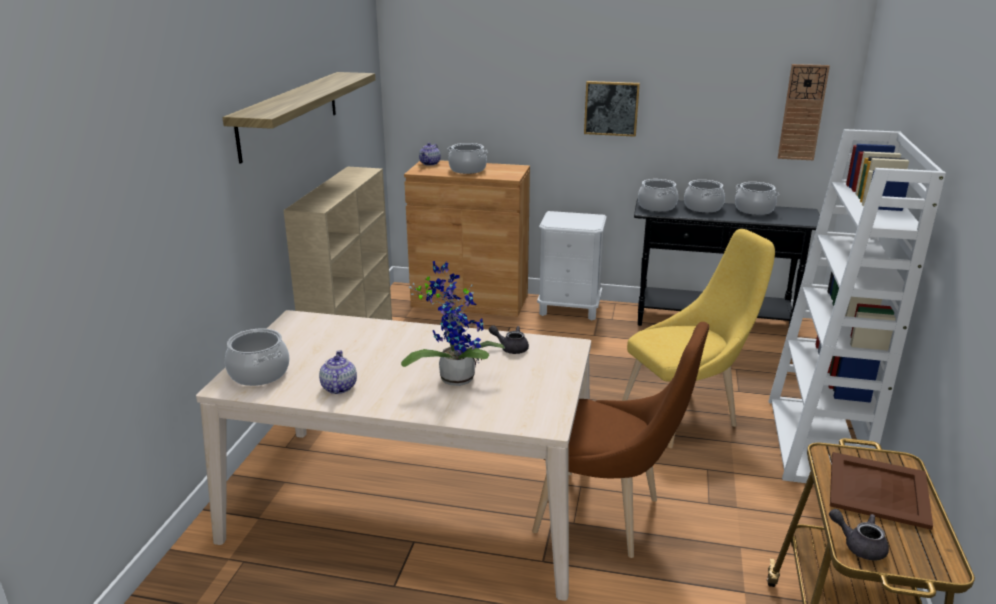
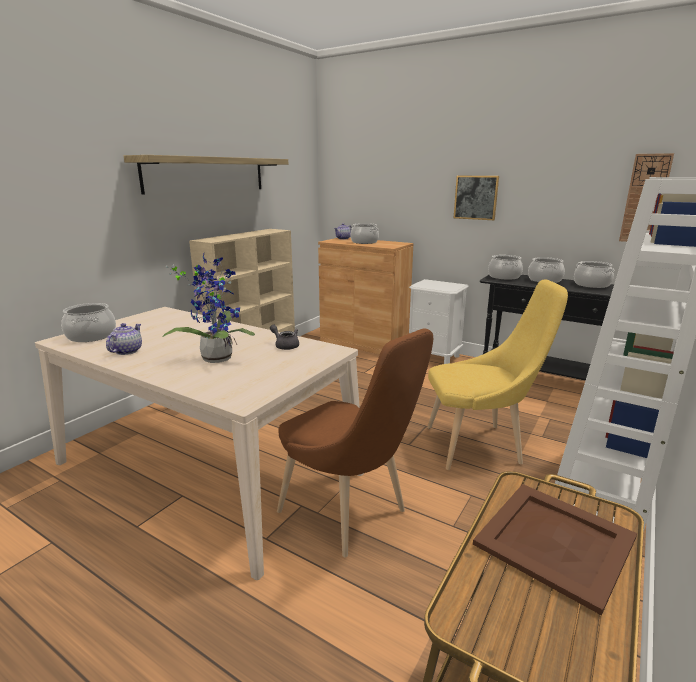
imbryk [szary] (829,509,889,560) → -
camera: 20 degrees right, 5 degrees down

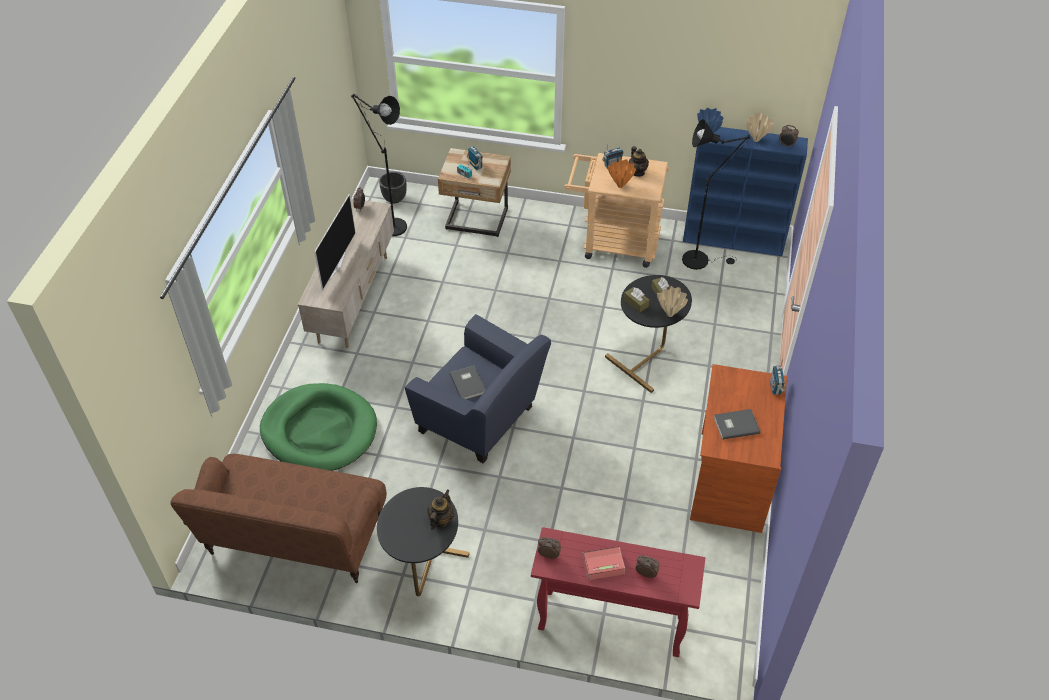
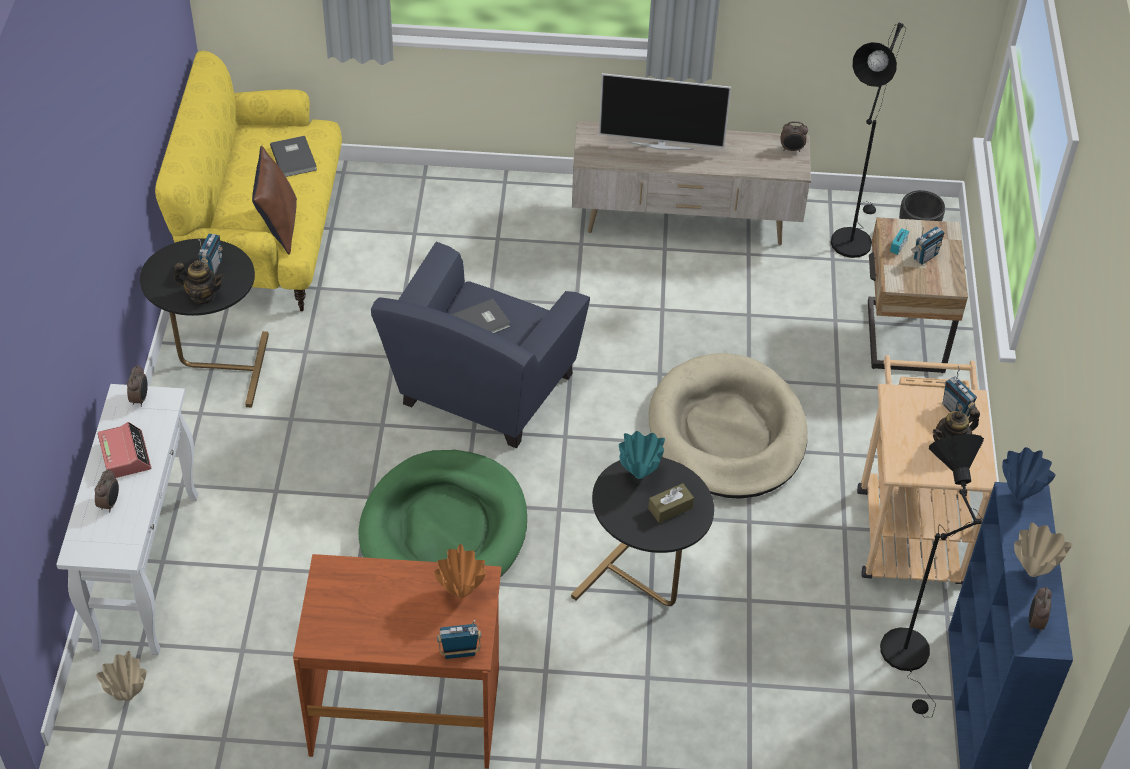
- → radio (199,233,222,273)
- → poduszka [brązowy] (252,146,297,255)
- → legowisko [beżowy] (649,353,808,499)
legowisko [zielony] (260,383,377,471) → legowisko [zielony] (358,450,527,576), moved
wazon [pomarańczowy] (608,159,636,188) → wazon [pomarańczowy] (434,544,486,599), moved
wazon [beżowy] (657,286,688,317) → wazon [beżowy] (96,651,146,701), moved
książka [szary] (714,409,761,440) → książka [szary] (270,136,317,177), moved
pudełko chusteczek [brązowy] (624,287,649,312) → wazon [turkusowy] (619,431,665,479)
kanapa [brązowy] (170,454,387,583) → kanapa [żółty] (155,51,342,311)
stolik konsolowy [czerwony] (531,527,706,657) → stolik konsolowy [biały] (56,384,198,655)
camera: 80 degrees right, 0 degrees up

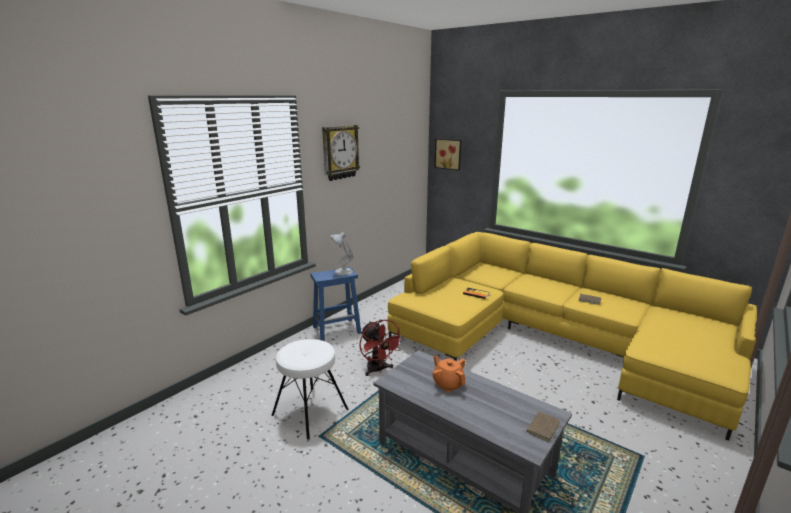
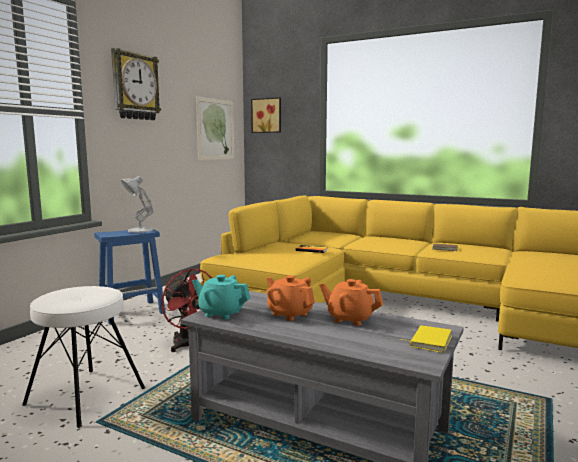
- → imbryk [turkusowy] (192,275,250,319)
- → obraz (196,96,234,160)
- → imbryk [pomarańczowy] (319,279,383,326)
książka [brązowy] (520,412,560,442) → książka [żółty] (401,325,452,353)
camera: 10 degrees left, 10 degrees down

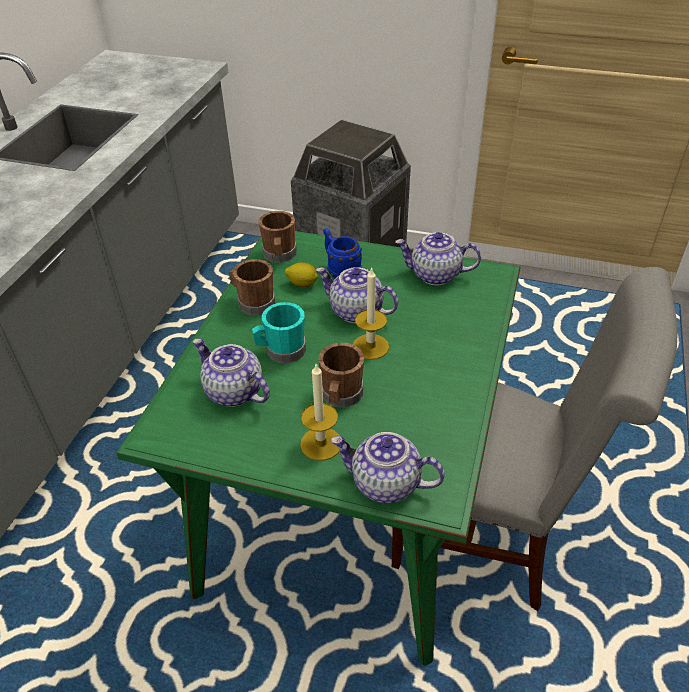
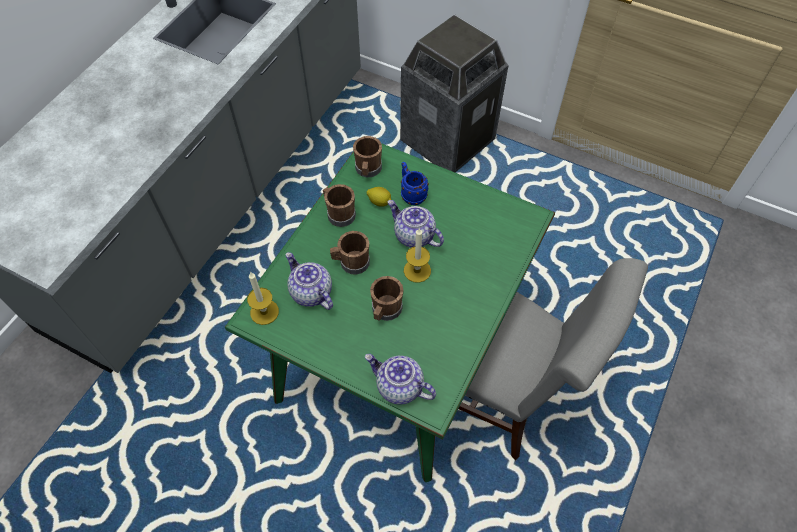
imbryk (395,232,481,286) → -
świeca (300,364,340,461) → świeca (247,272,279,325), moved
kubek [turkusowy] (252,302,306,363) → kubek [brązowy] (330,231,370,275)
camera: 10 degrees right, 15 degrees up

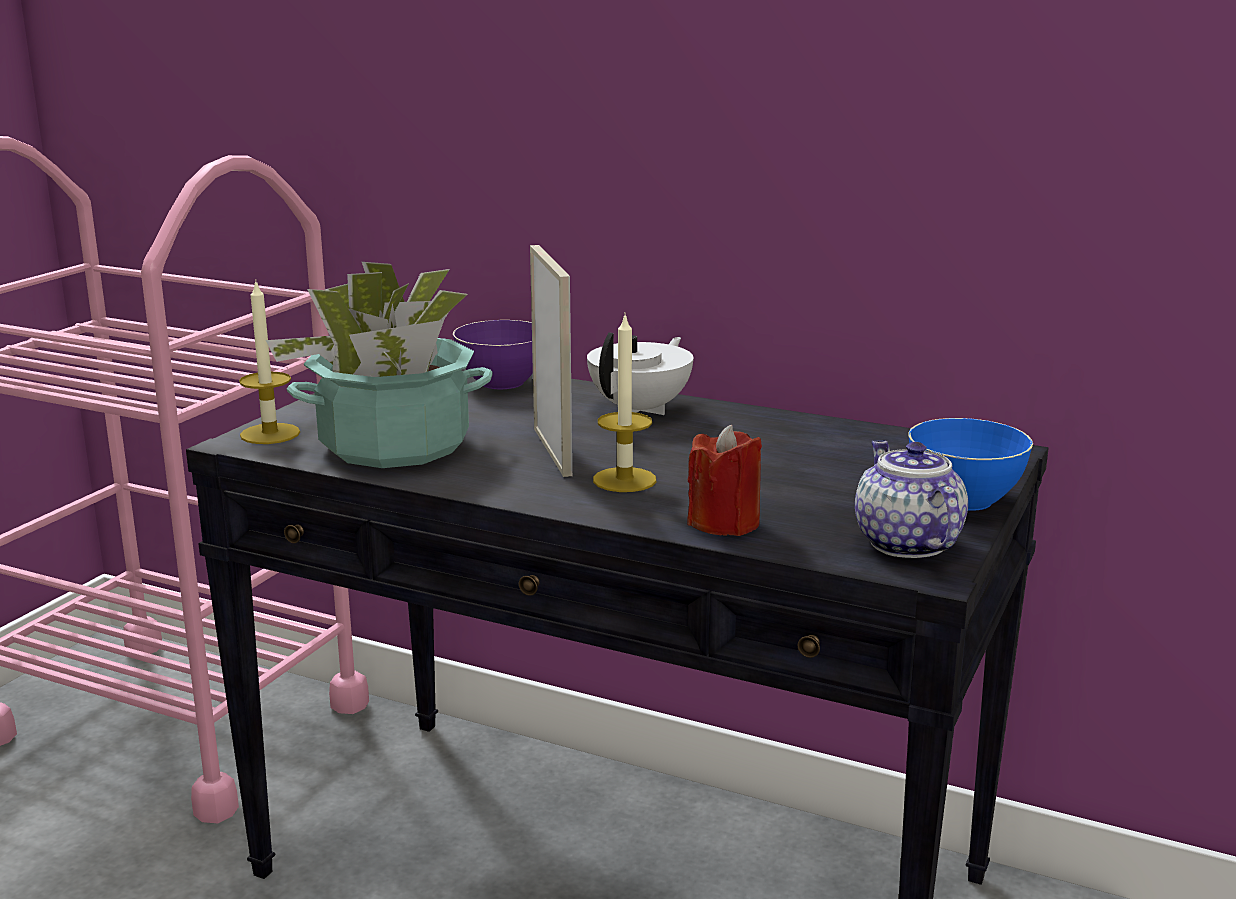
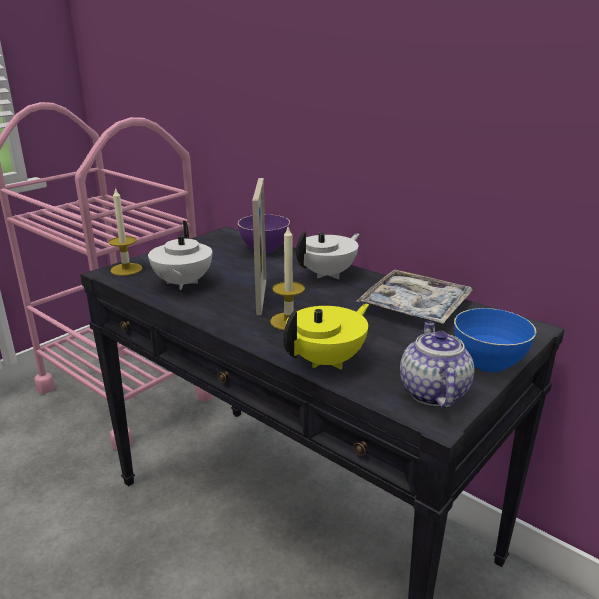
- → taca (356,269,472,324)
roślina doniczkowa (266,262,493,468) → imbryk [biały] (148,221,212,290)
świeca [czerwony] (687,425,762,536) → imbryk [żółty] (283,304,369,369)
camera: 15 degrees right, 5 degrees up

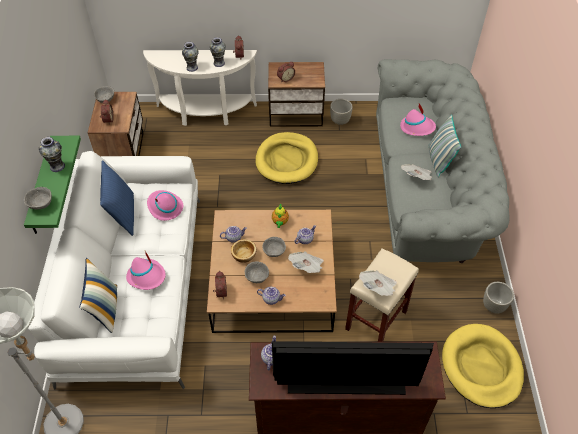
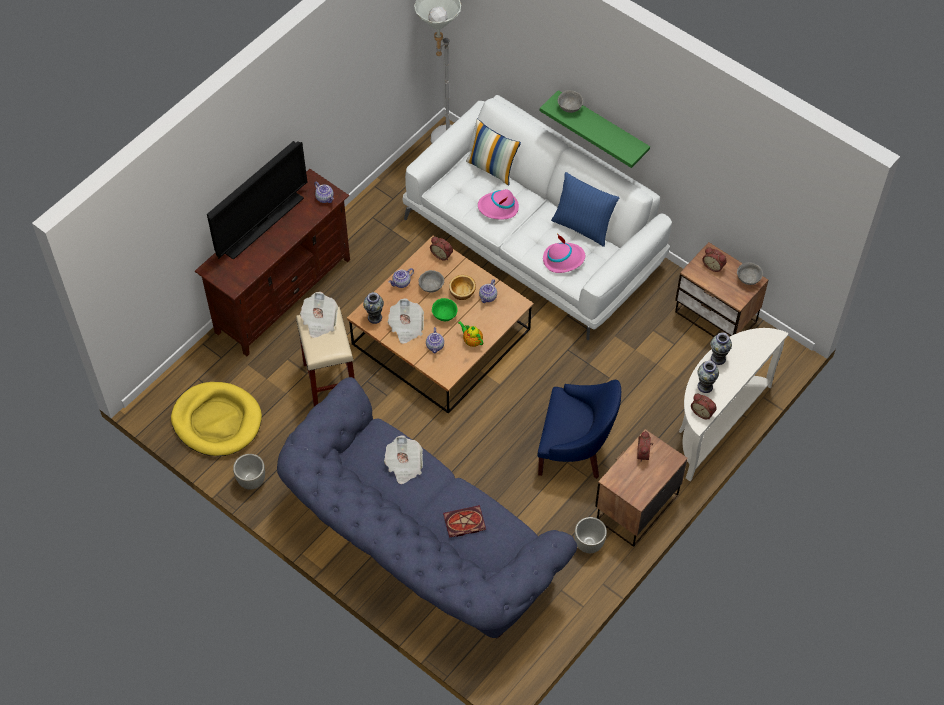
poduszka (429,114,461,177) → -
wazon (39,137,65,172) → wazon (363,292,384,324), moved
legowisko [żółty] (256,132,318,184) → fotel [niebieski] (537,380,621,479)
kapelusz [różowy] (400,104,436,136) → książka (443,505,486,538)
miska [szary] (262,237,286,257) → miska [zielony] (432,298,458,321)
kanapa [szary] (376,59,509,263) → kanapa [niebieski] (277,377,577,638)
camera: 130 degrees right, 5 degrees up

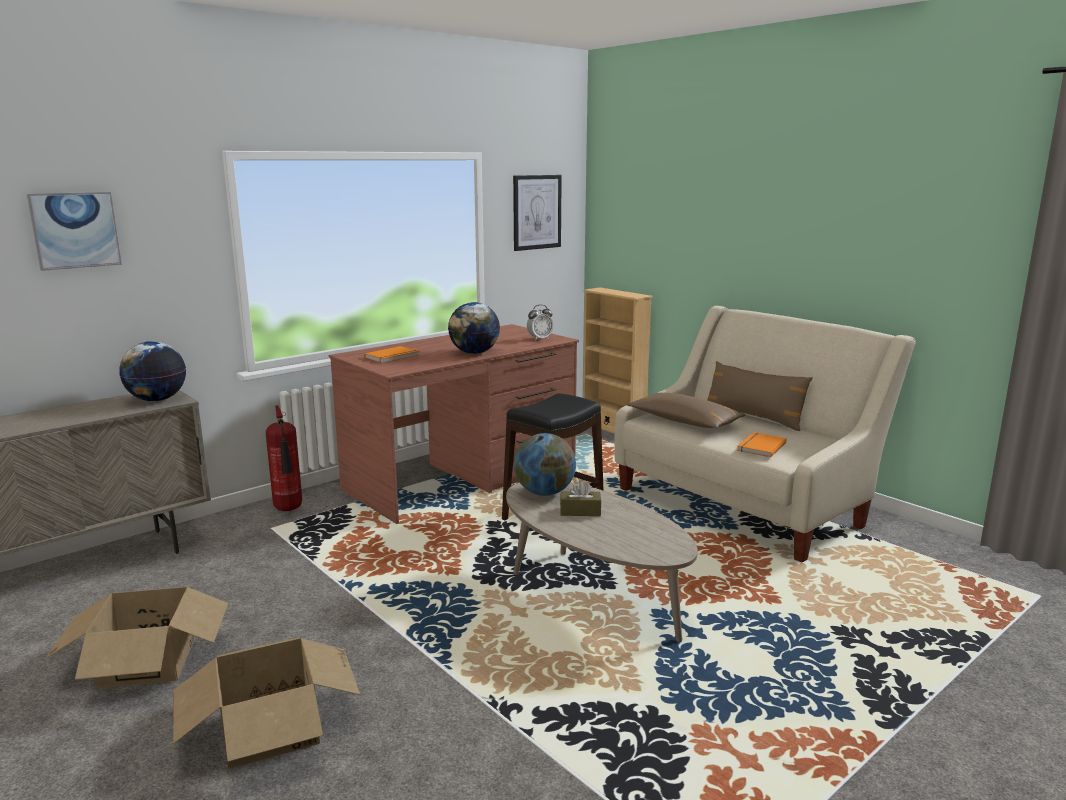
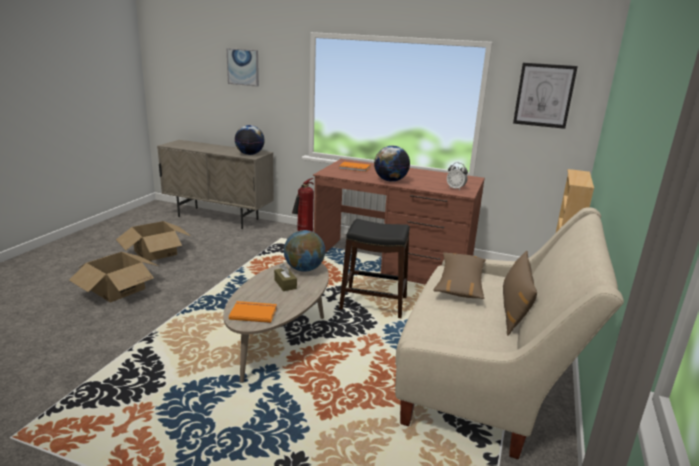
książka [pomarańczowy] (737,432,787,457) → książka [pomarańczowy] (229,301,277,323), moved
camera: 60 degrees right, 5 degrees up

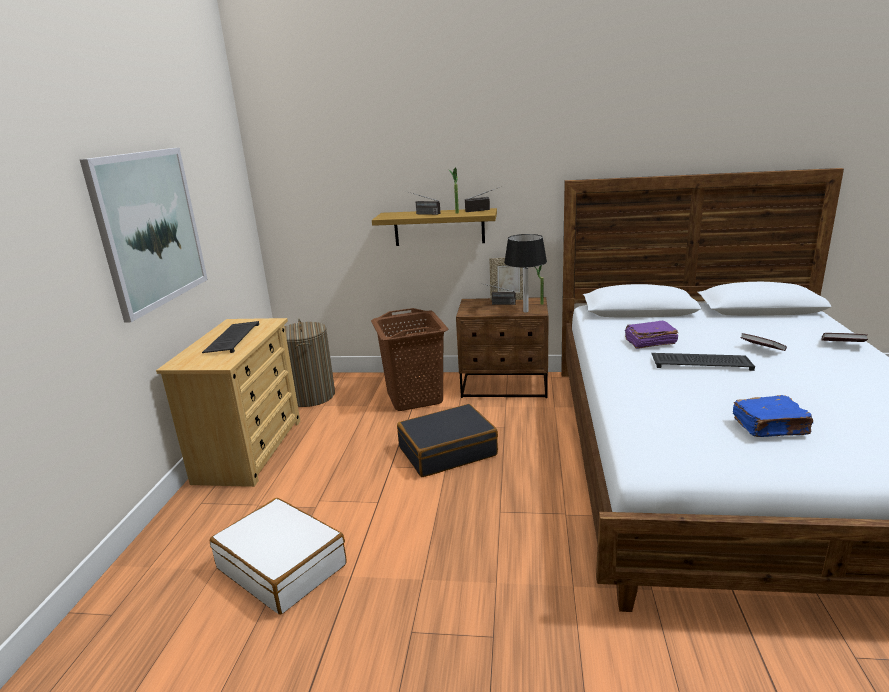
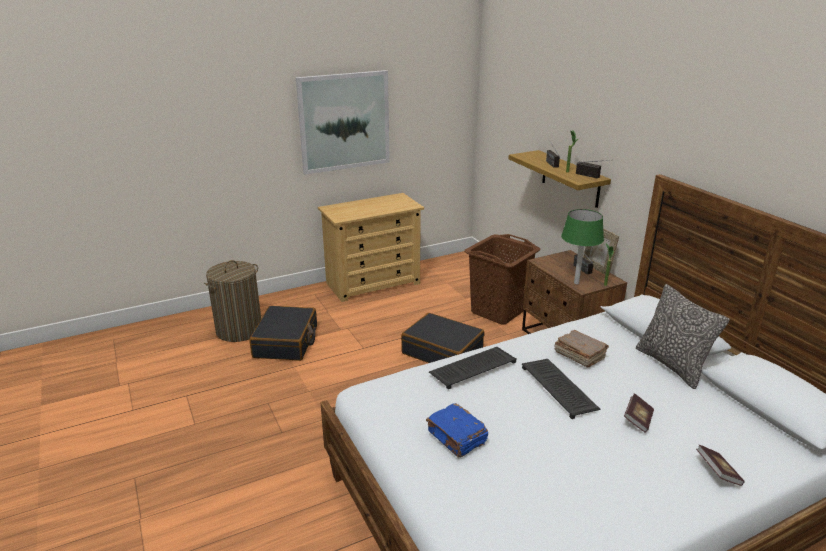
- → poduszka (636,284,730,389)
klawiatura (202,321,259,353) → klawiatura (429,347,517,389), moved
kosz na pranie (284,318,335,407) → kosz na pranie (204,260,261,342), moved
walizka [biały] (210,498,346,615) → walizka [czarny] (249,306,317,361)
lampa stołowa [czarny] (504,234,547,313) → lampa stołowa [zielony] (561,209,604,284)
książka [fioletowy] (625,321,679,349) → książka [brązowy] (555,330,609,367)
camera: 55 degrees right, 5 degrees up

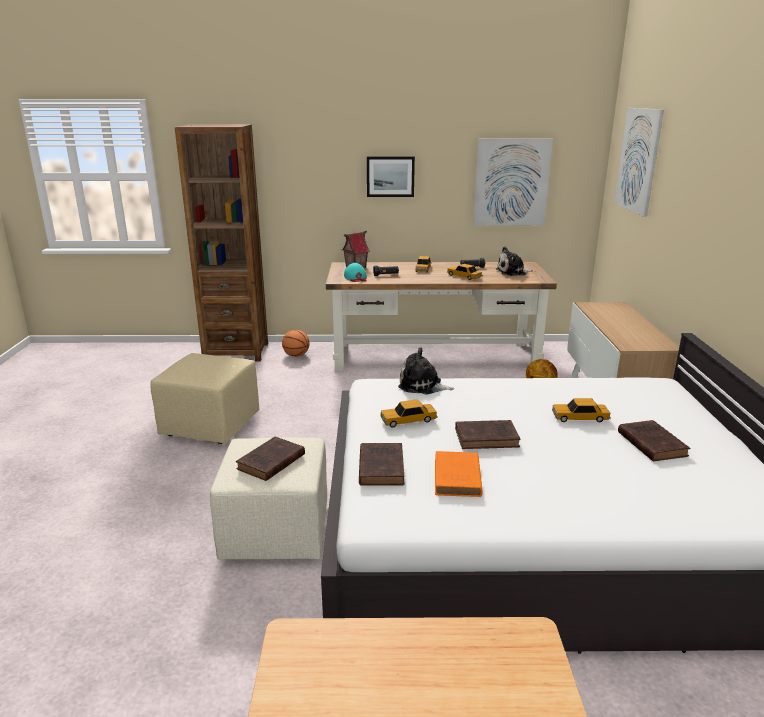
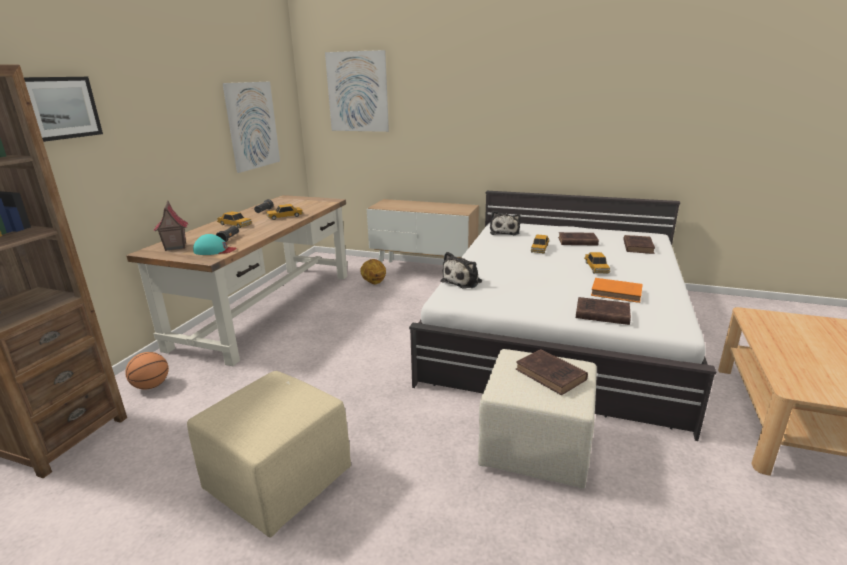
obraz (367,156,415,197) → obraz (24,77,103,142), moved
samochodzik (381,399,438,428) → samochodzik (584,252,610,273), moved
książka [brązowy] (455,420,521,449) → książka [brązowy] (623,235,655,254), moved
pluszak (496,246,533,276) → pluszak (490,211,521,235), moved
camera: 70 degrees left, 0 degrees up

